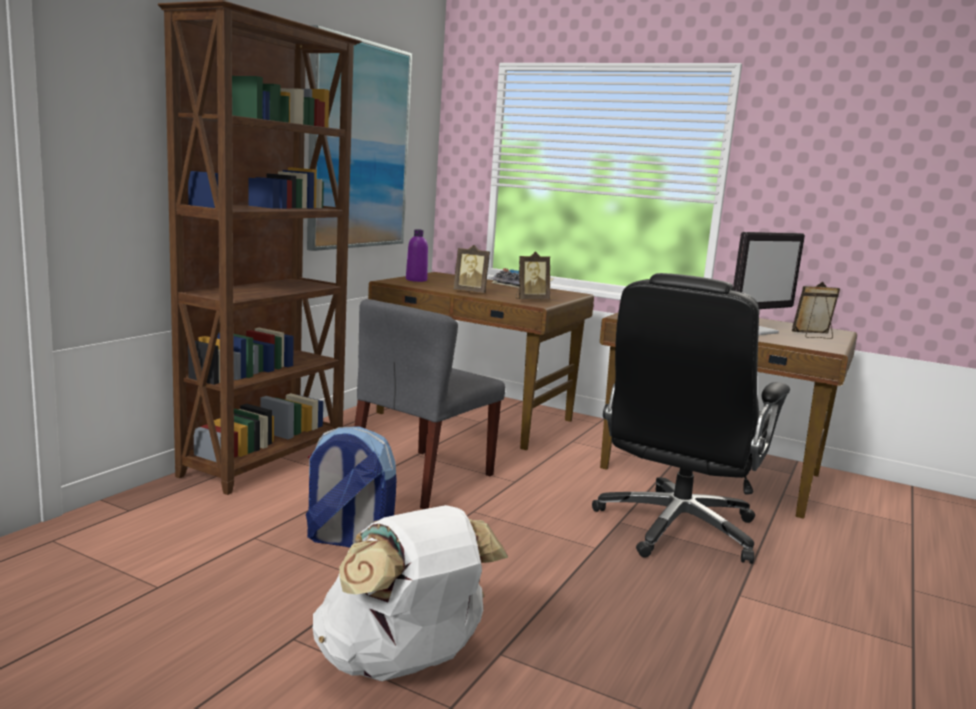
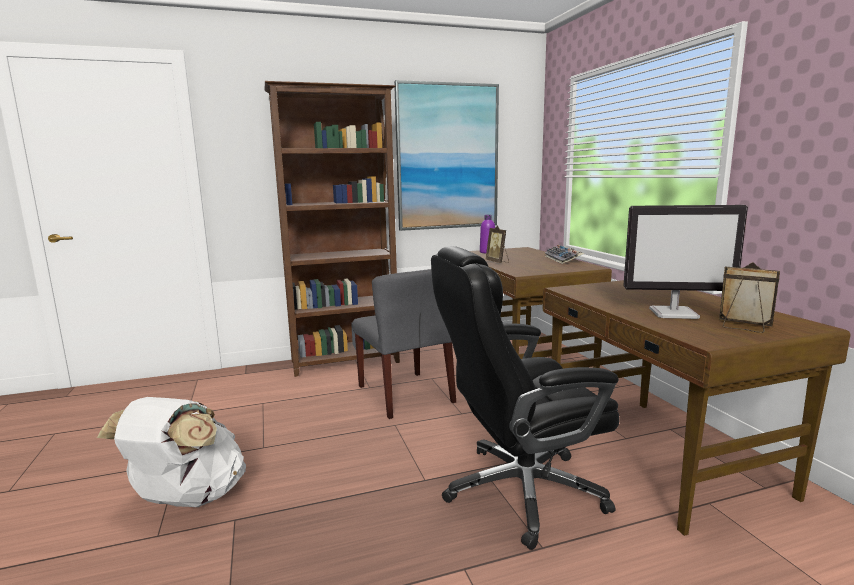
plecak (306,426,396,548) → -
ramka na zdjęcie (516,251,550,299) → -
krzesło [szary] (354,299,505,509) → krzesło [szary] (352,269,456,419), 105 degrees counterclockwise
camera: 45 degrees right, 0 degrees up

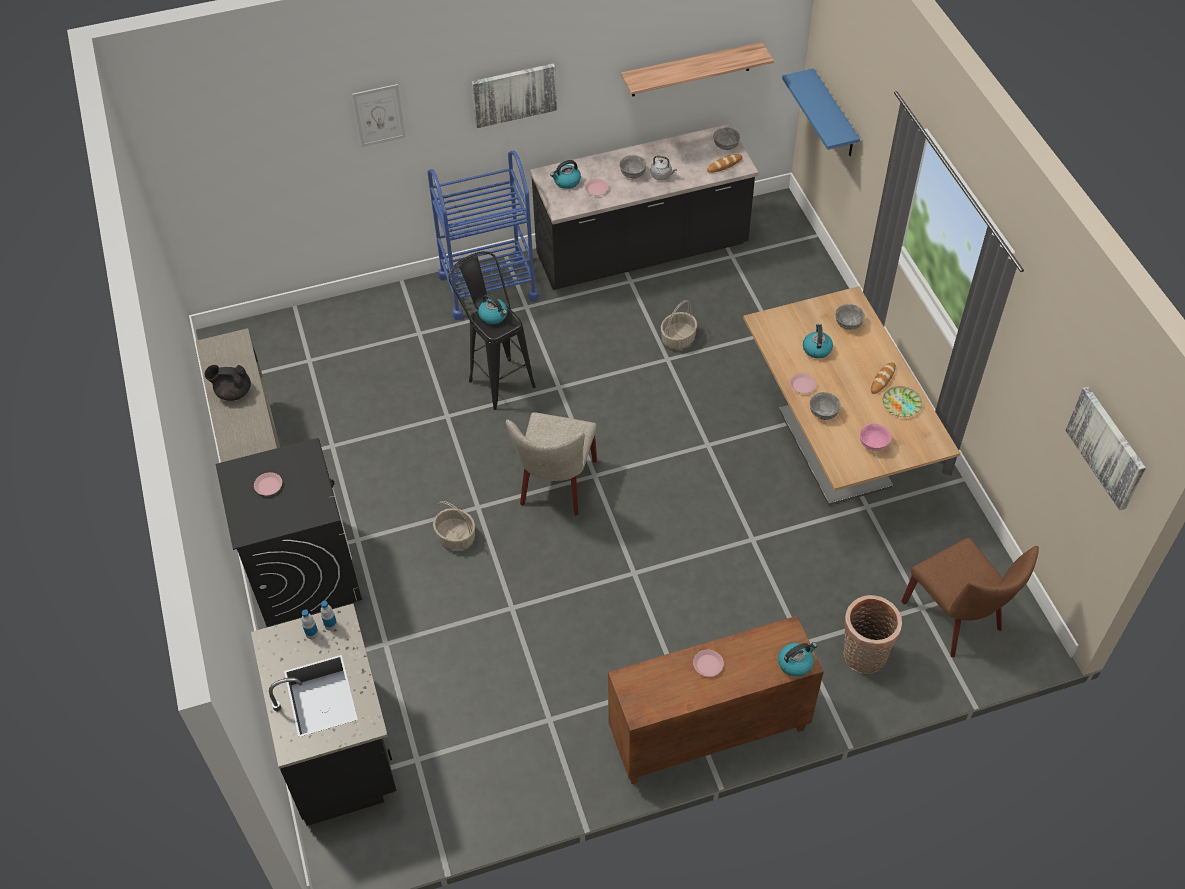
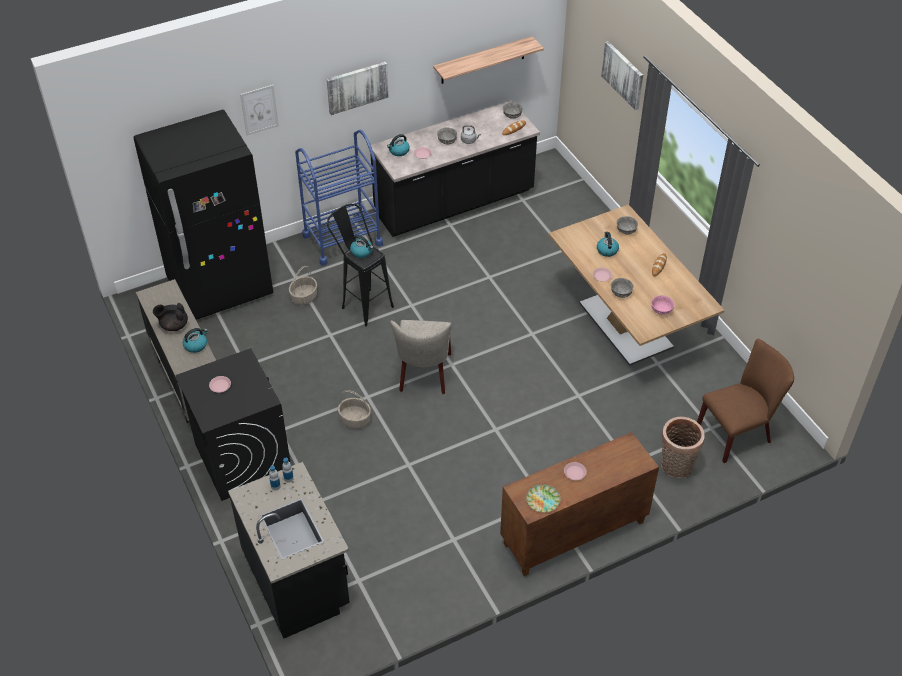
półka [niebieski] (782,69,860,156) → -
- → lodówka [czarny] (134,110,273,320)
koszyk (661,300,697,349) → koszyk (289,266,317,305), moved
czajnik (778,642,817,677) → czajnik (183,328,208,353), moved
talerz (882,386,922,417) → talerz (526,484,560,513), moved
obraz (1065,387,1146,510) → obraz (601,41,643,110), moved
krzesło [brązowy] (901,538,1039,657) → krzesło [brązowy] (697,339,794,463), 75 degrees counterclockwise
camera: 10 degrees left, 5 degrees down

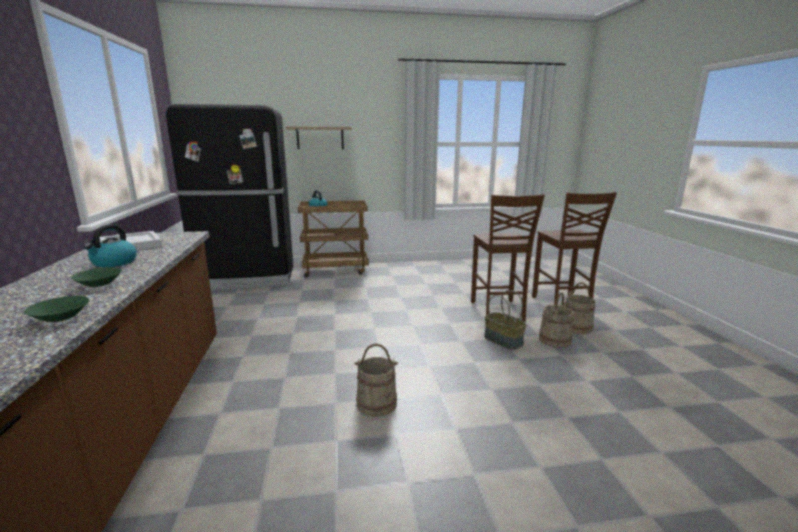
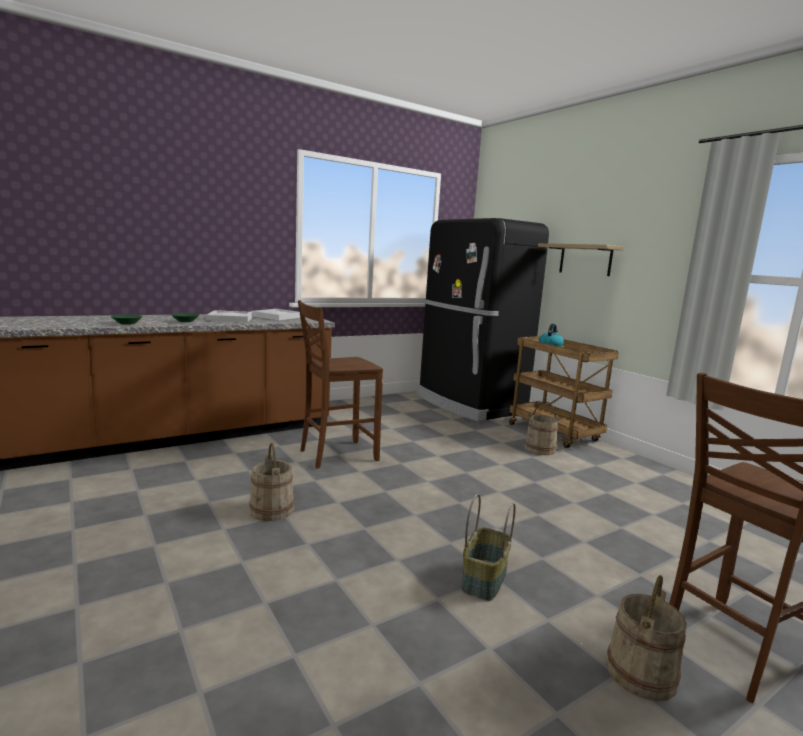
krzesło [brązowy] (471,194,545,322) → krzesło [brązowy] (298,300,383,469), moved
wiadro [beżowy] (539,292,574,348) → wiadro [beżowy] (525,401,561,455), moved
czajnik (84,225,137,267) → taca [biały] (206,310,253,322)
camera: 65 degrees right, 5 degrees down

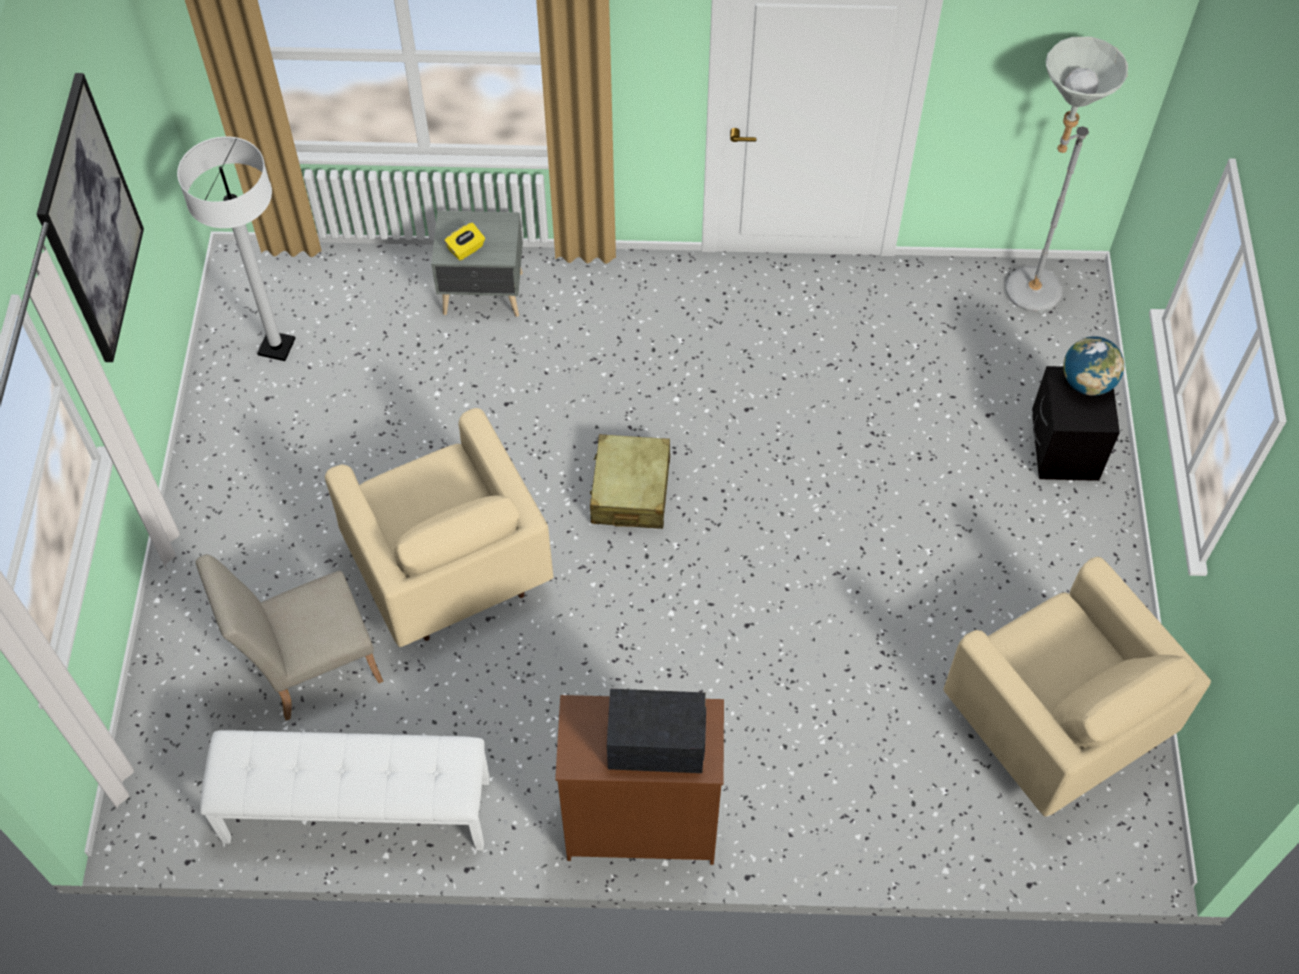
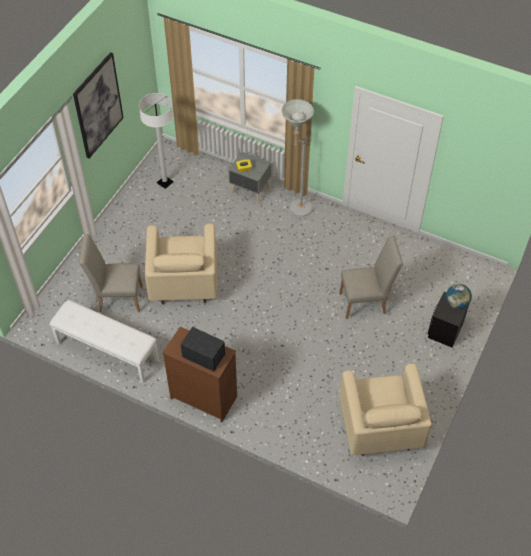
walizka [beżowy] (590,434,670,529) → -
- → krzesło [beżowy] (339,236,403,319)
lampa stojąca [szary] (1005,37,1128,312) → lampa stojąca [szary] (281,99,314,217), moved
camera: 25 degrees right, 5 degrees down

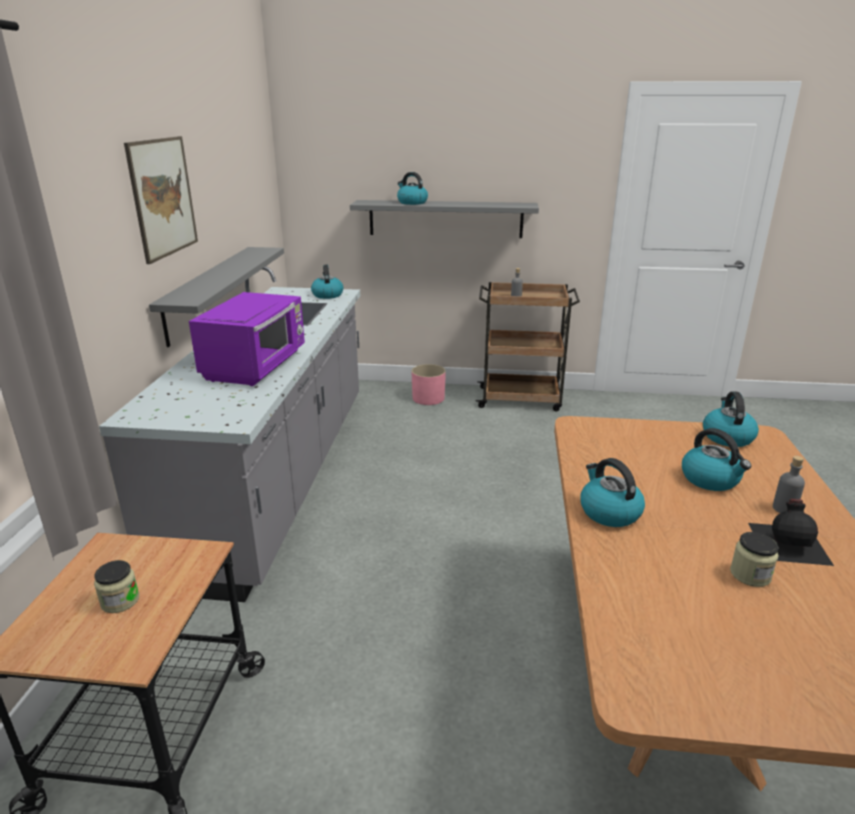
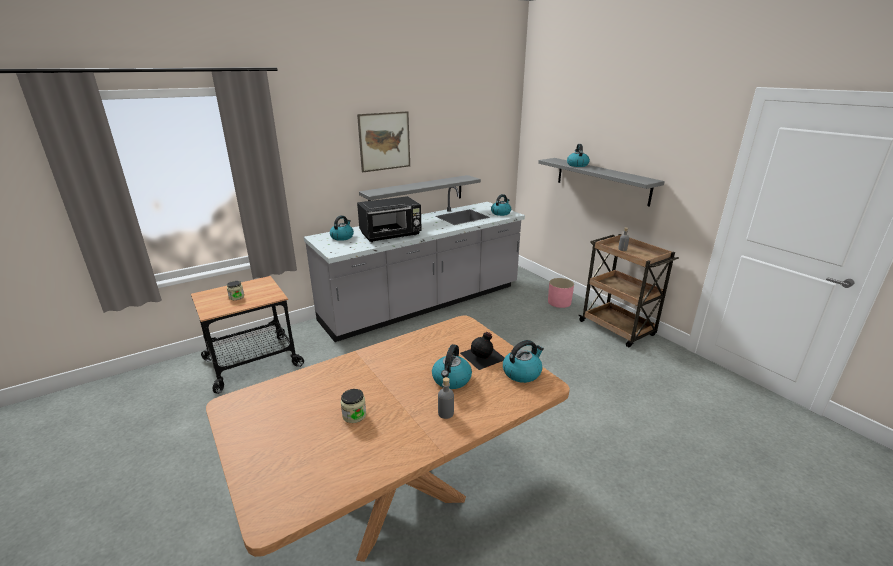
czajnik (580,458,645,527) → czajnik (330,215,354,241), moved
butelka [czarny] (748,499,834,566) → butelka [czarny] (460,332,505,370), moved
mikrofalówka [fioletowy] (189,292,305,386) → mikrofalówka [czarny] (357,196,422,242)
camera: 50 degrees right, 0 degrees up

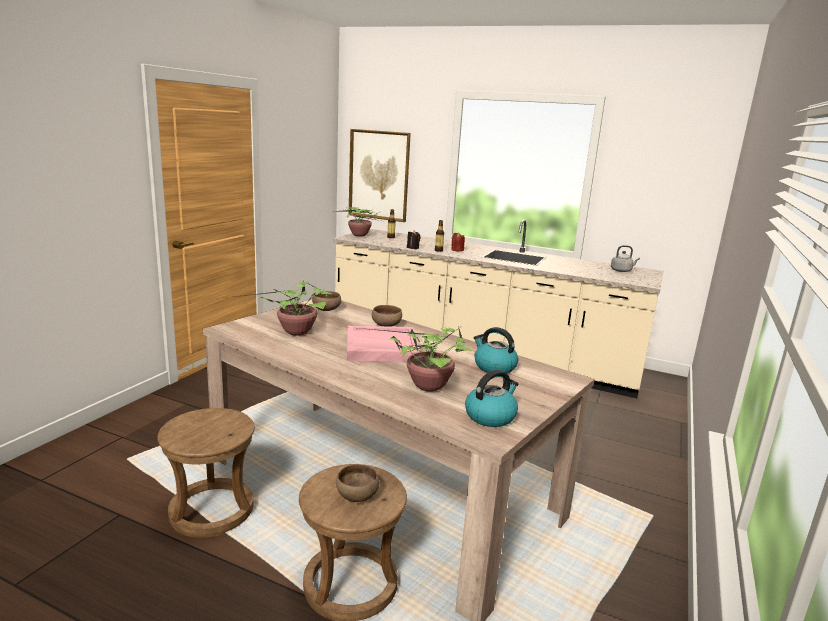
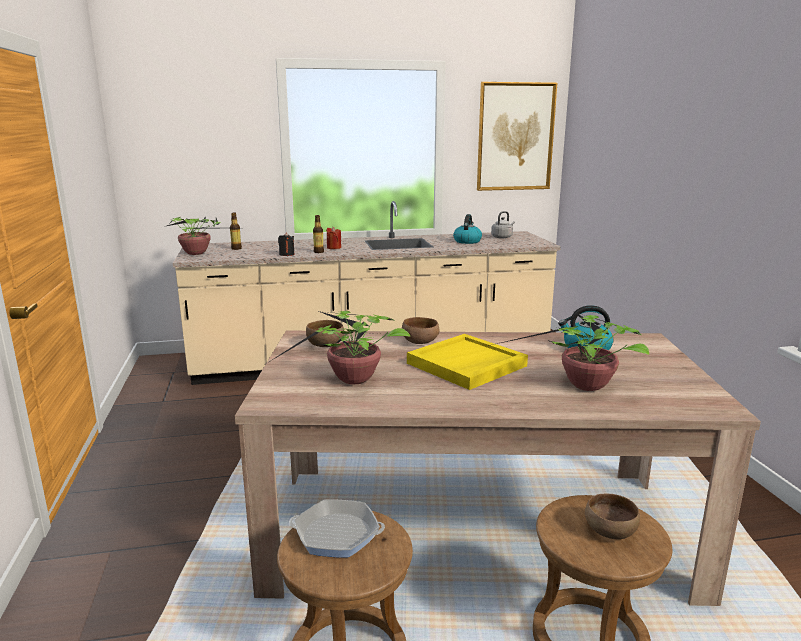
- → patelnia (289,499,385,558)
obraz (349,129,411,222) → obraz (477,82,557,191), moved
czajnik (465,370,518,427) → czajnik (453,214,482,244), moved
taca [różowy] (347,326,420,362) → taca [żółty] (407,334,528,390)
camera: 35 degrees left, 0 degrees up

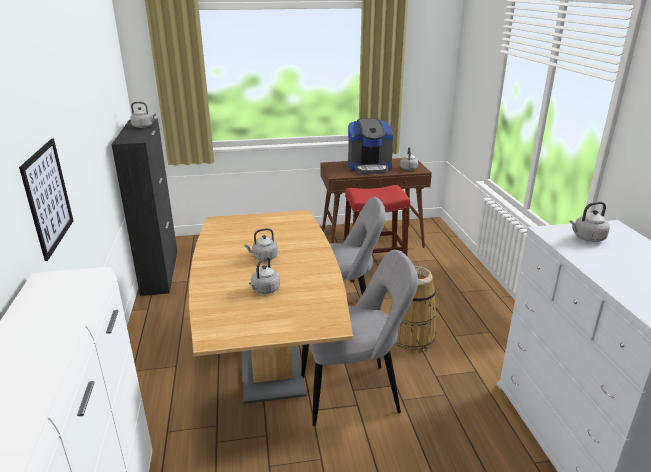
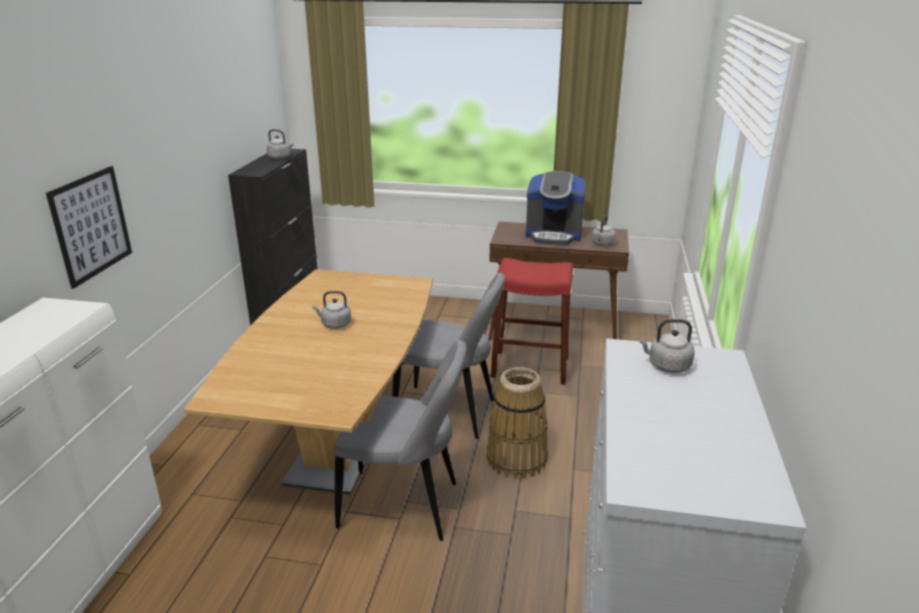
czajnik [szary] (249,256,280,294) → -
camera: 20 degrees right, 0 degrees up

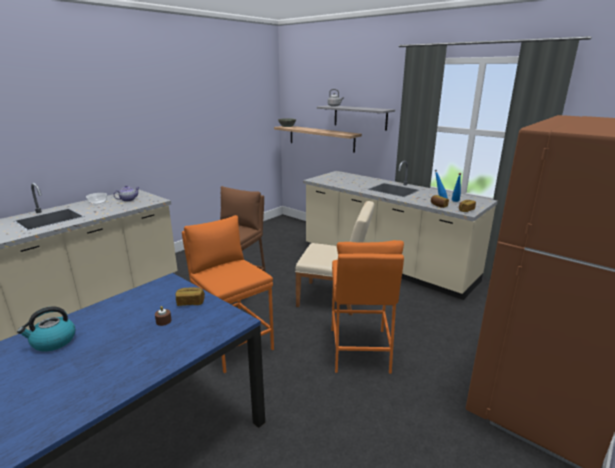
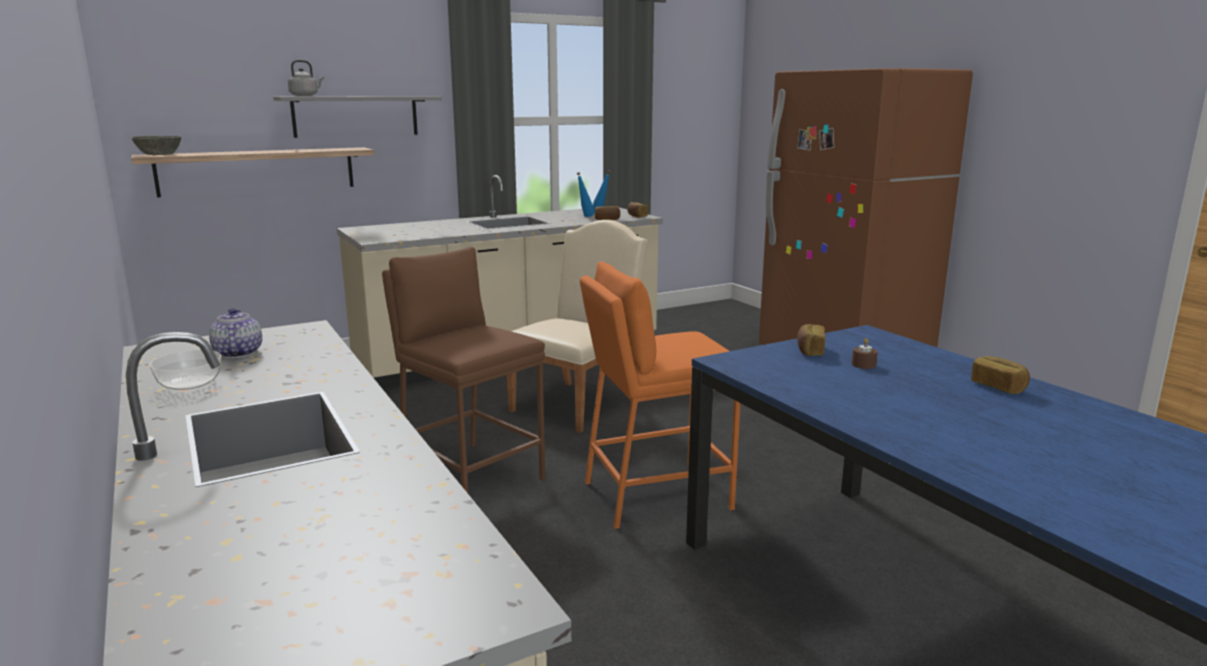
czajnik (17,306,75,351) → -
stołek [pomarańczowy] (332,240,404,374) → -
- → chleb (971,356,1030,394)
camera: 70 degrees left, 5 degrees down

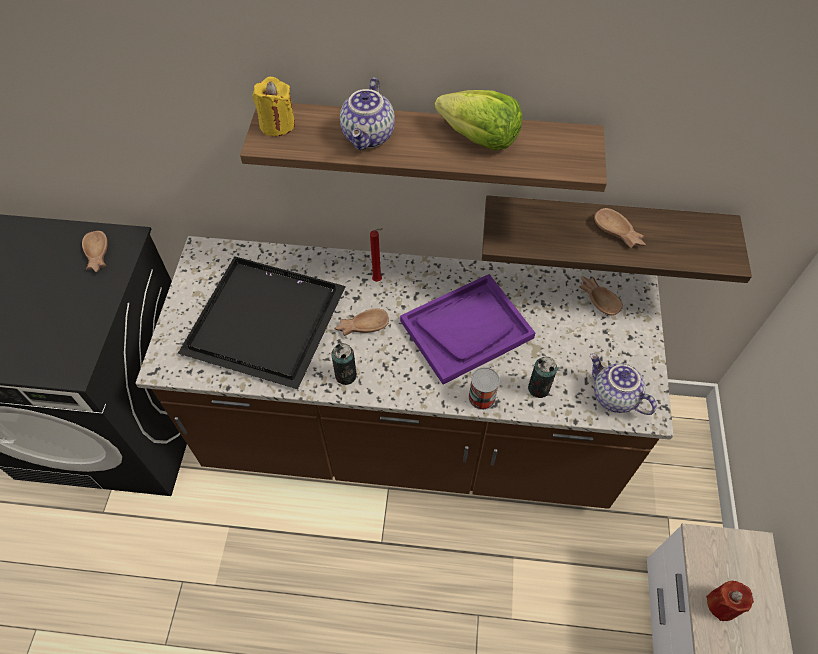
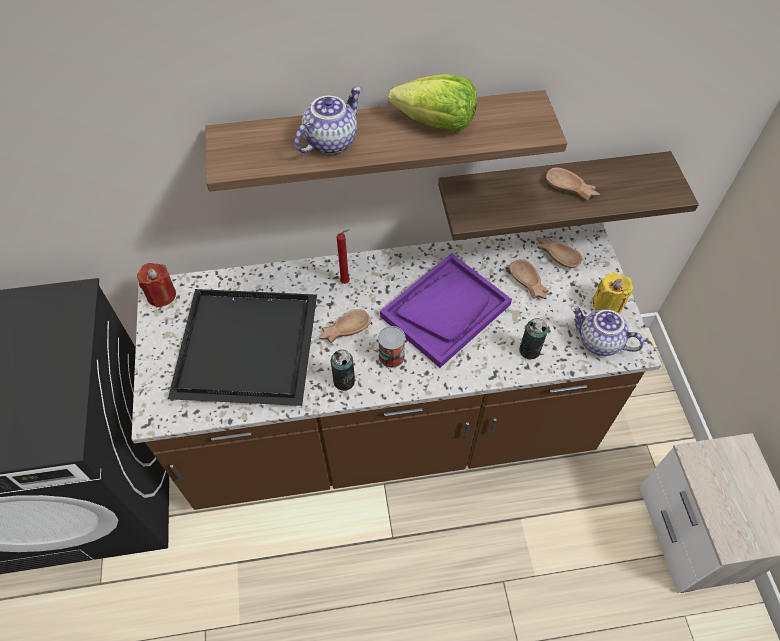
miska [brązowy] (82,231,108,272) → miska [brązowy] (510,259,549,299), moved
świeca [żółty] (252,77,295,136) → świeca [żółty] (593,273,633,314), moved
puszka (468,367,500,410) → puszka (378,326,405,368), moved
świeca [czerwony] (706,580,754,621) → świeca [czerwony] (137,263,176,308), moved
imbryk (340,77,395,150) → imbryk (294,87,362,154), 135 degrees counterclockwise
camera: 15 degrees left, 0 degrees up

